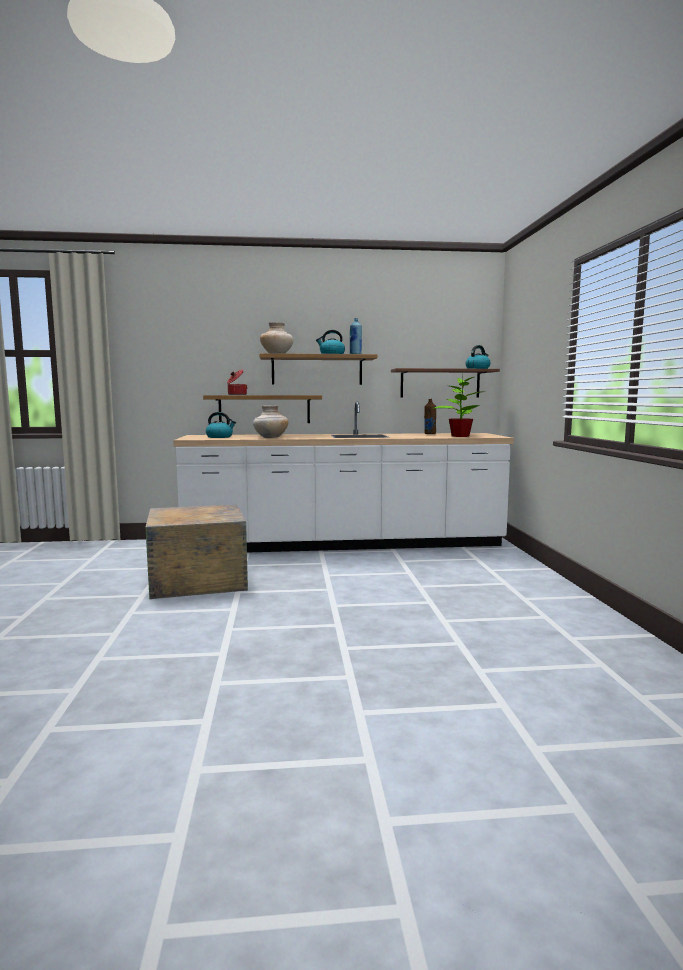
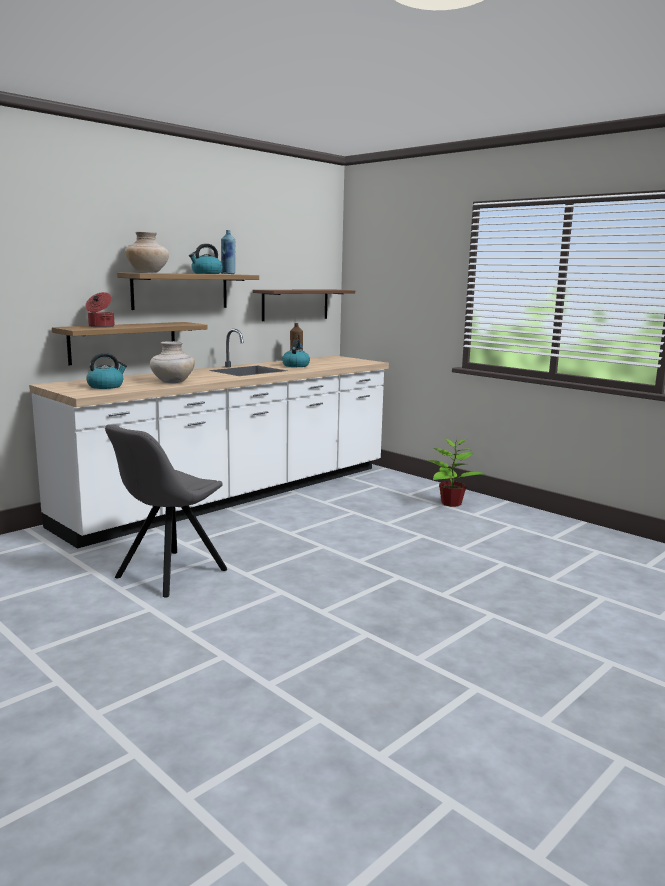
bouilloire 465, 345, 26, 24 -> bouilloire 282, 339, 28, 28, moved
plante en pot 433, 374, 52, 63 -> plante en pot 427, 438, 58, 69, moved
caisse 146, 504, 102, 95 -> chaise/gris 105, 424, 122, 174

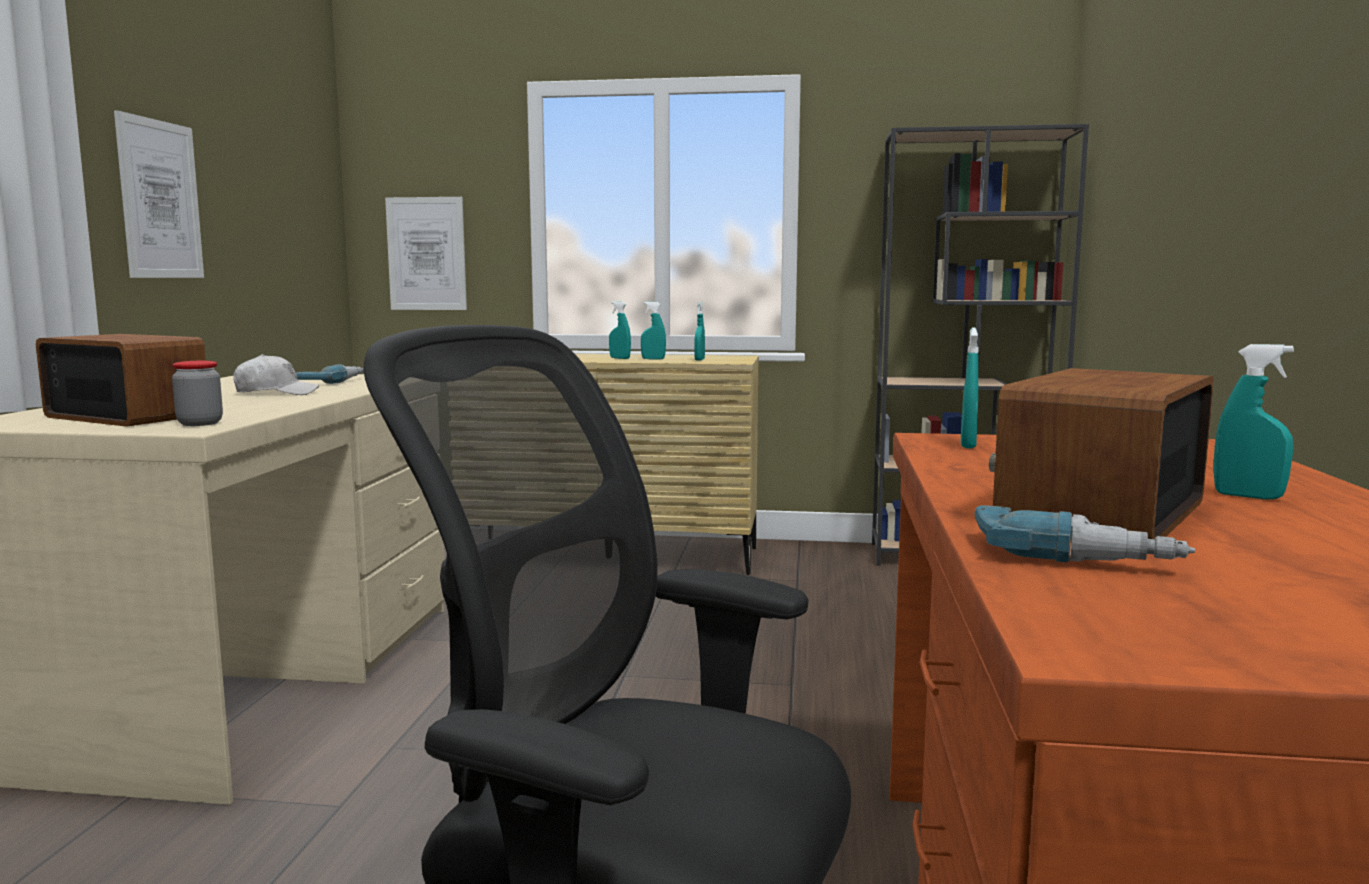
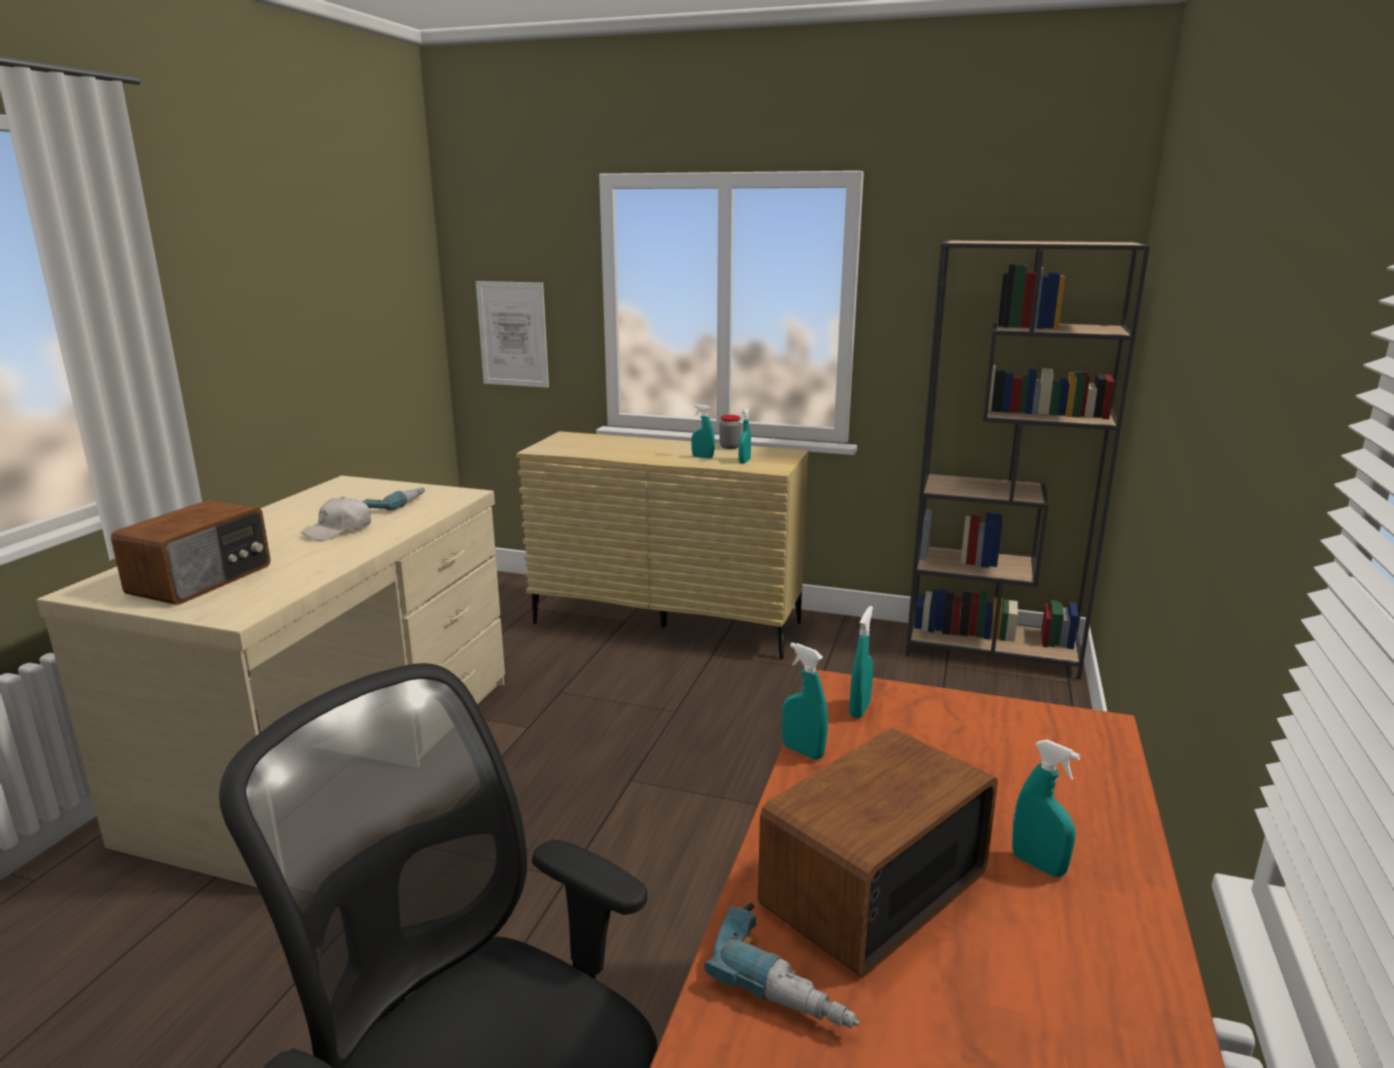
tableau 114, 110, 90, 168 -> none
vaporisateur/turquoise 609, 301, 22, 58 -> vaporisateur/turquoise 782, 642, 46, 118, moved
radio 36, 334, 170, 93 -> radio 111, 500, 159, 105, 75 degrees clockwise
casquette/blanc 233, 354, 87, 41 -> casquette/blanc 301, 497, 70, 44, 135 degrees clockwise
bocal 172, 361, 51, 65 -> bocal 719, 415, 22, 34, moved

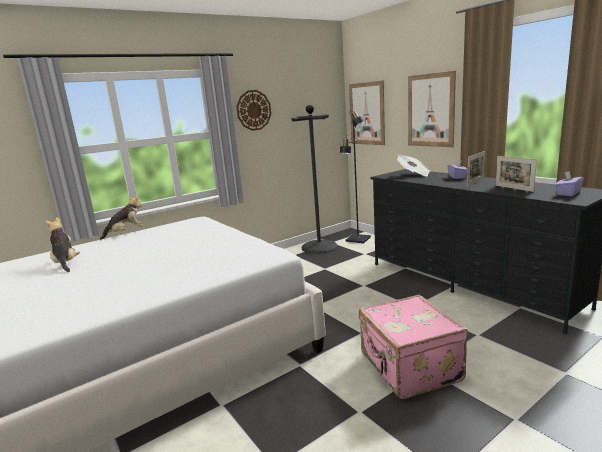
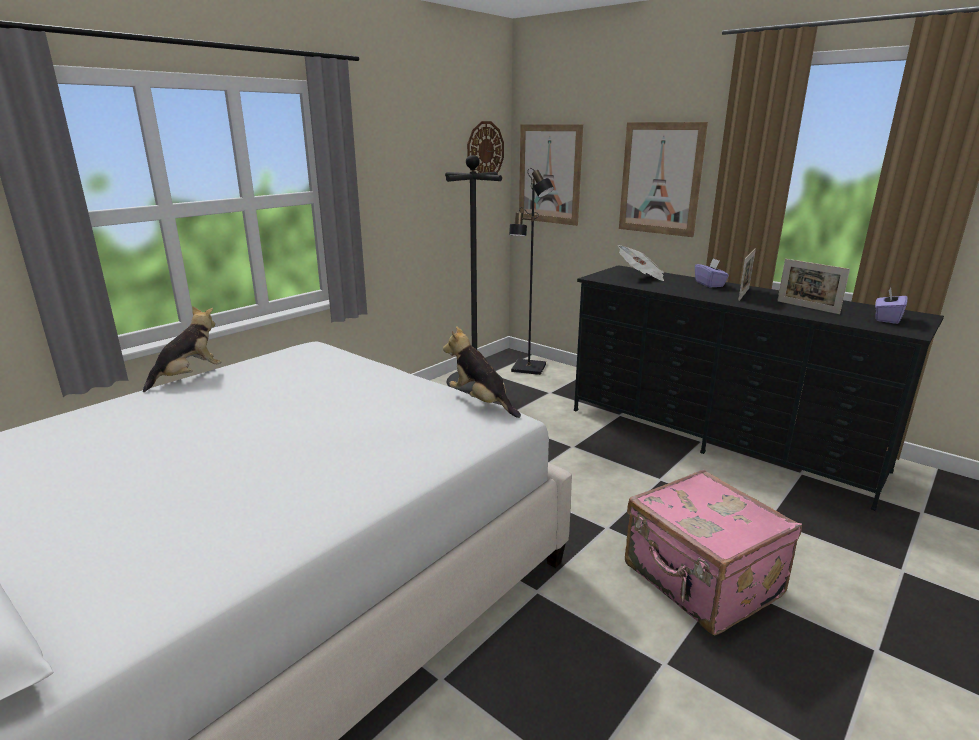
horloge murale 236, 90, 35, 41 -> horloge murale 467, 121, 37, 52, moved
peluche 45, 218, 35, 54 -> peluche 443, 326, 78, 92, moved

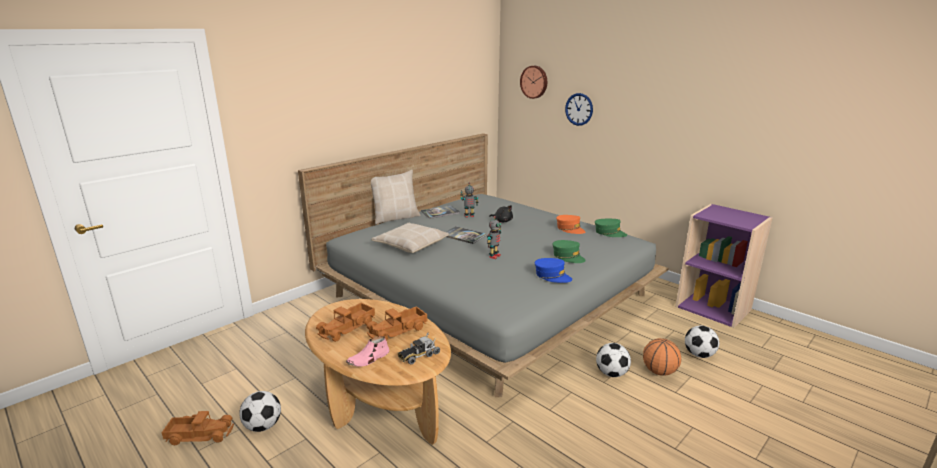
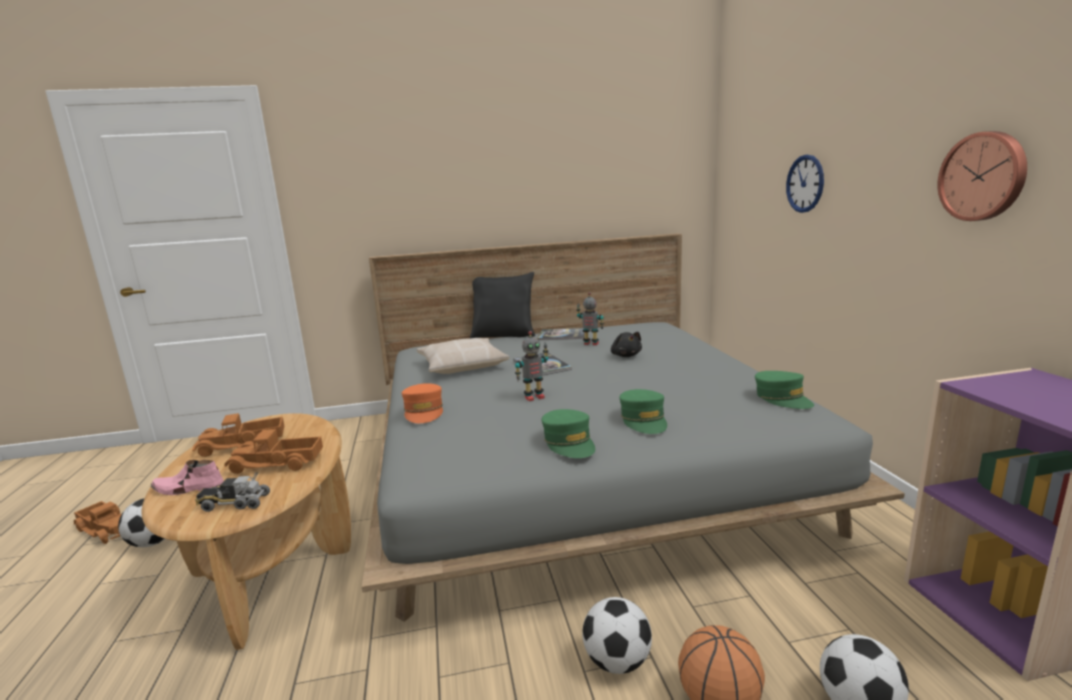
horloge murale 520, 66, 27, 33 -> horloge murale 937, 131, 90, 90, moved
coussin/beige 371, 170, 50, 54 -> coussin/noir 470, 272, 65, 66
casquette/orange 556, 215, 29, 19 -> casquette/orange 402, 383, 41, 40, moved
casquette/bleu 535, 258, 37, 25 -> casquette/vert 542, 409, 53, 49

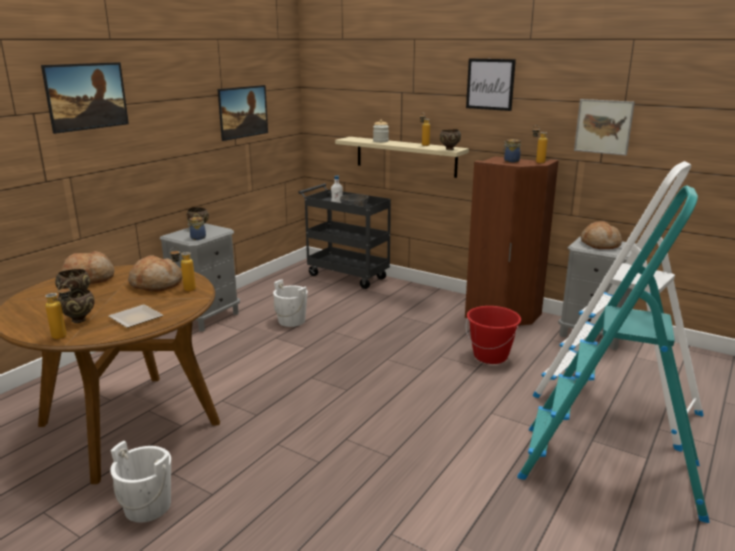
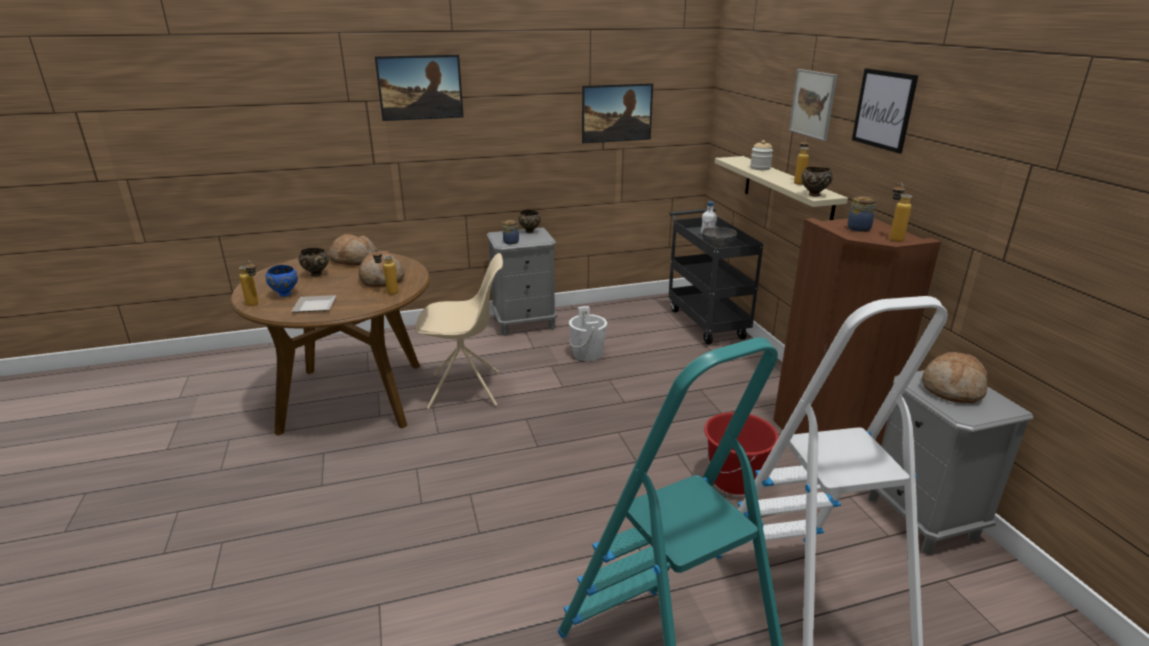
tableau 574, 99, 61, 57 -> tableau 789, 69, 48, 72, moved
bol/marron 57, 288, 38, 35 -> bol/bleu 266, 265, 32, 32
seau/blanc 110, 441, 61, 81 -> none
none -> chaise/beige 415, 253, 88, 157

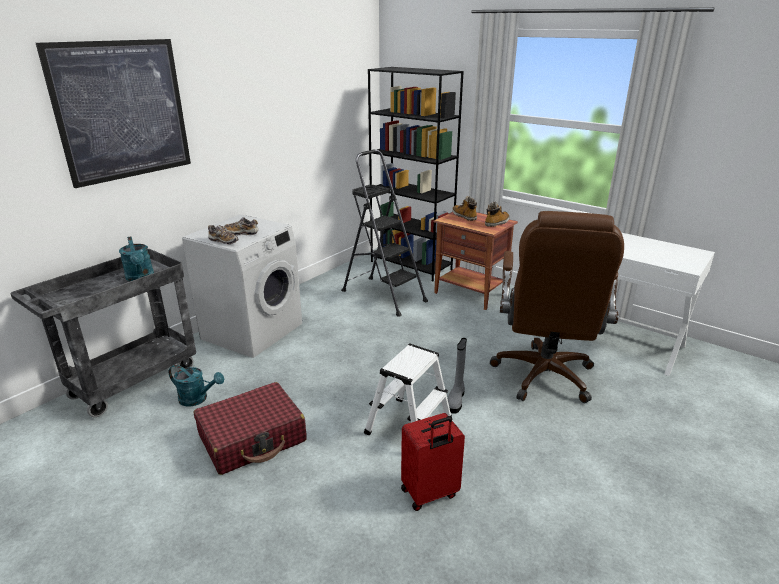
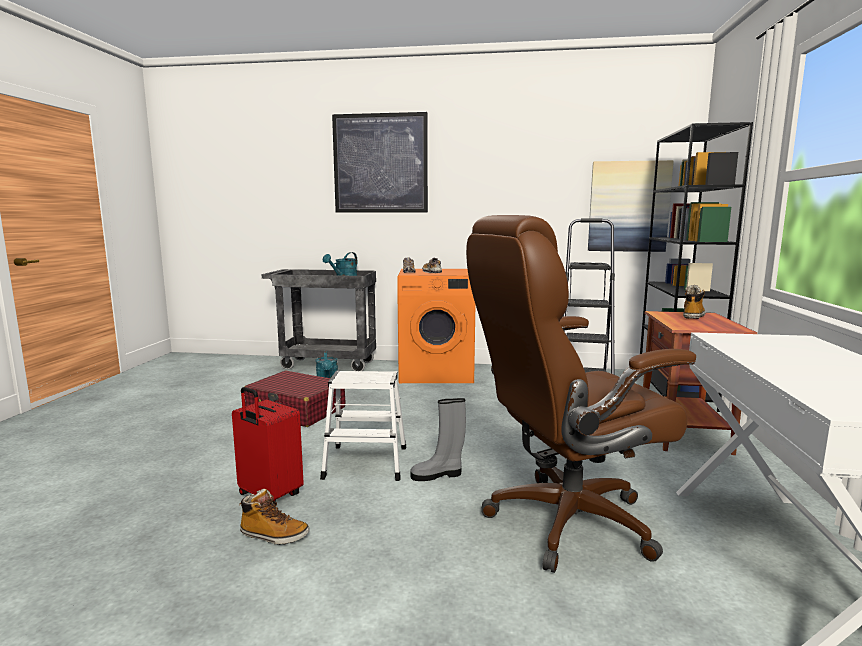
botte 485, 202, 24, 25 -> botte 239, 489, 70, 56, moved
lave-linge/blanc 182, 214, 120, 144 -> lave-linge/orange 397, 269, 79, 114
none -> tableau 588, 160, 86, 92

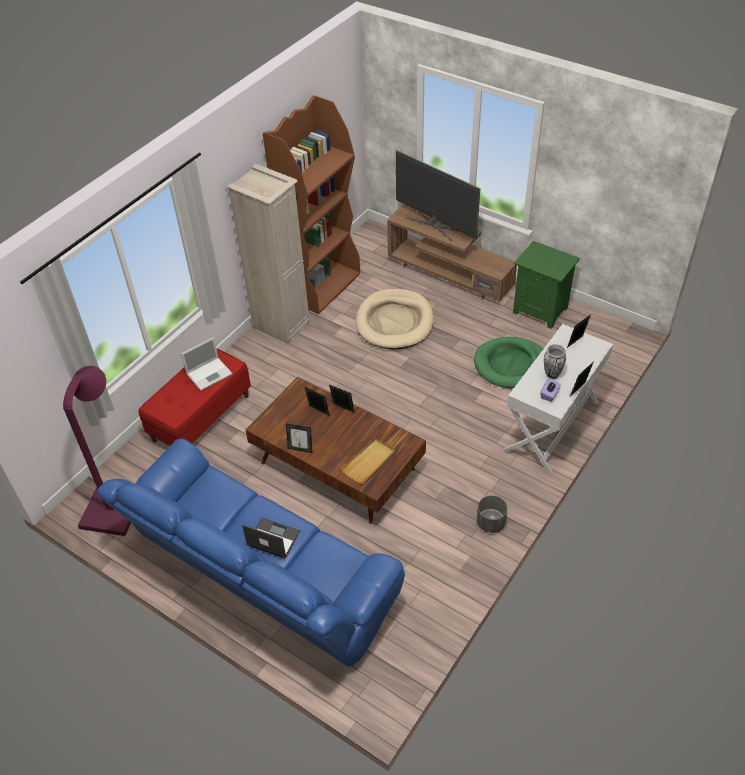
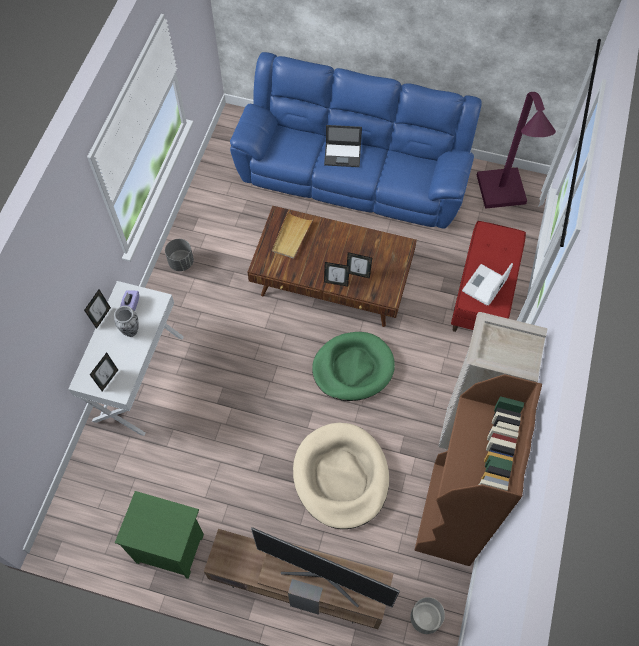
panier pour chien/vert 474, 337, 69, 51 -> panier pour chien/vert 312, 332, 83, 69, moved
cadre photo 286, 423, 26, 30 -> none
none -> cache-pot/gris 410, 597, 35, 37

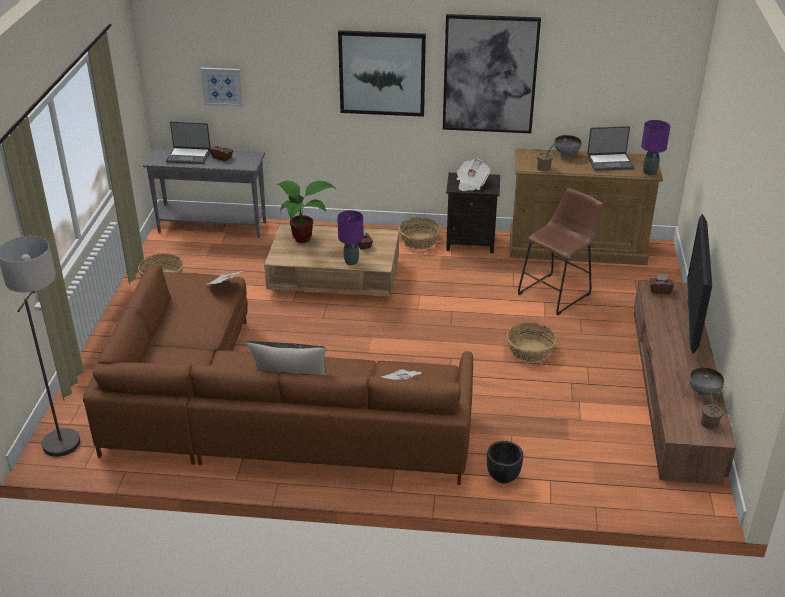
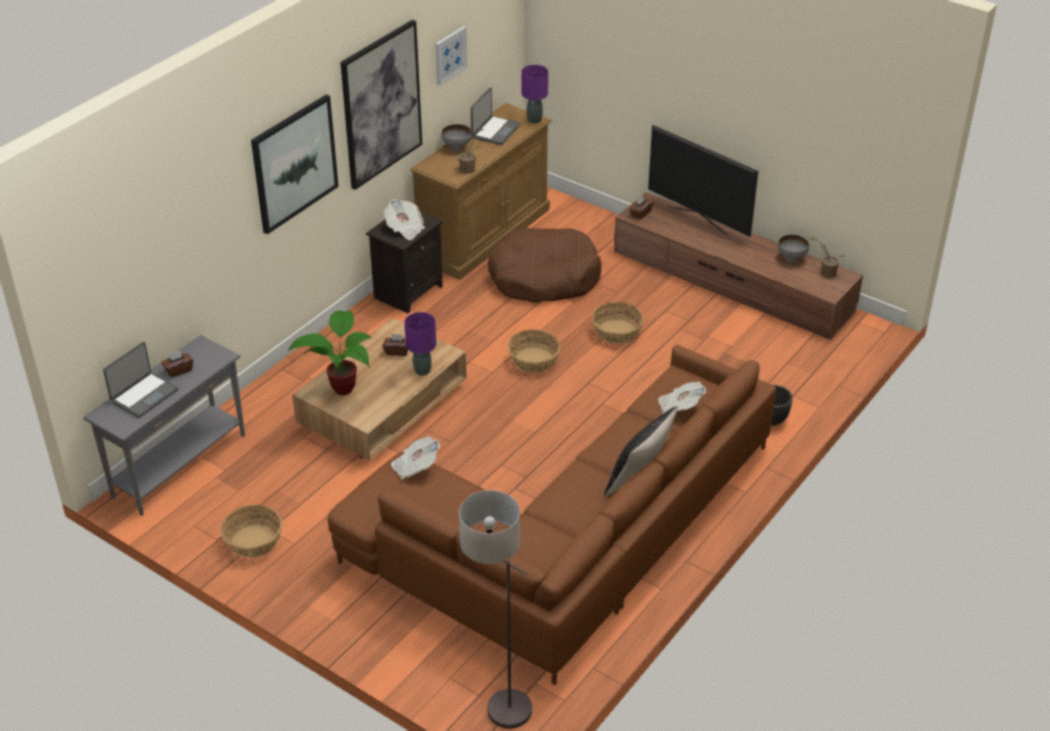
tableau 201, 68, 42, 39 -> tableau 435, 26, 33, 59, moved
tabouret/marron 518, 188, 85, 127 -> panier pour chien/marron 488, 228, 113, 75
panier 399, 217, 42, 32 -> panier 507, 330, 53, 43, moved

